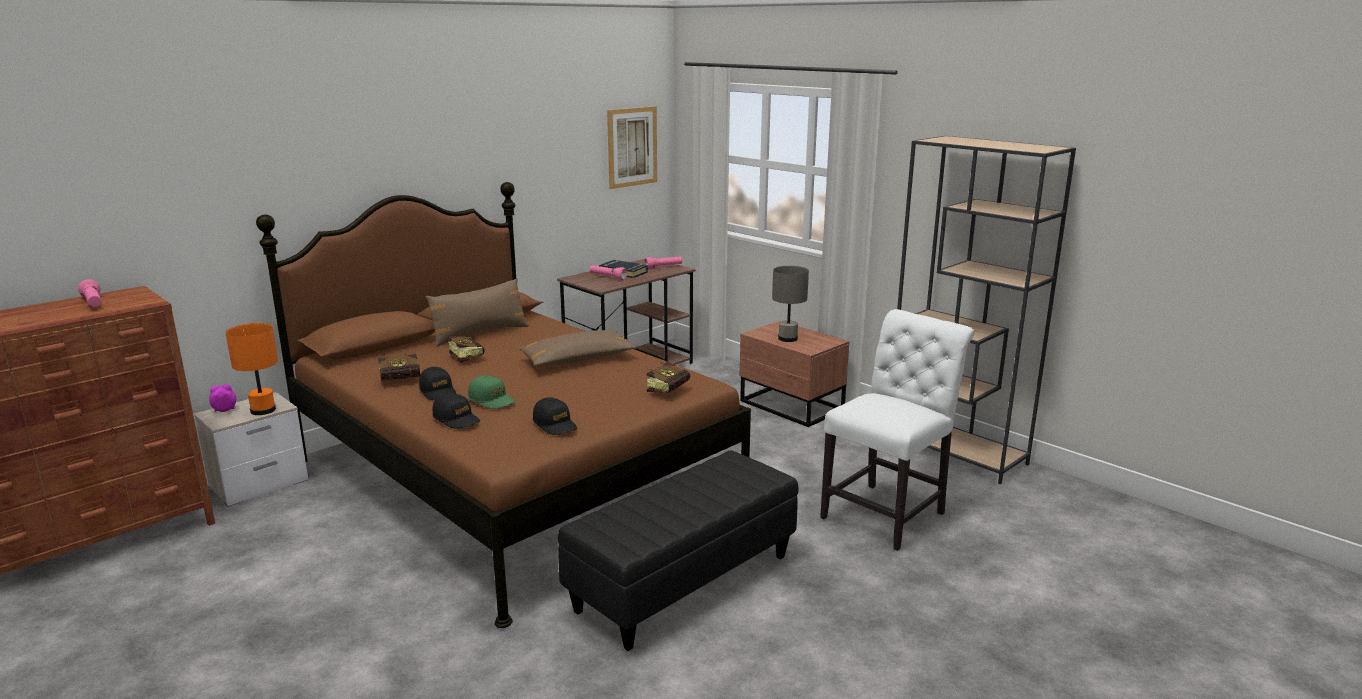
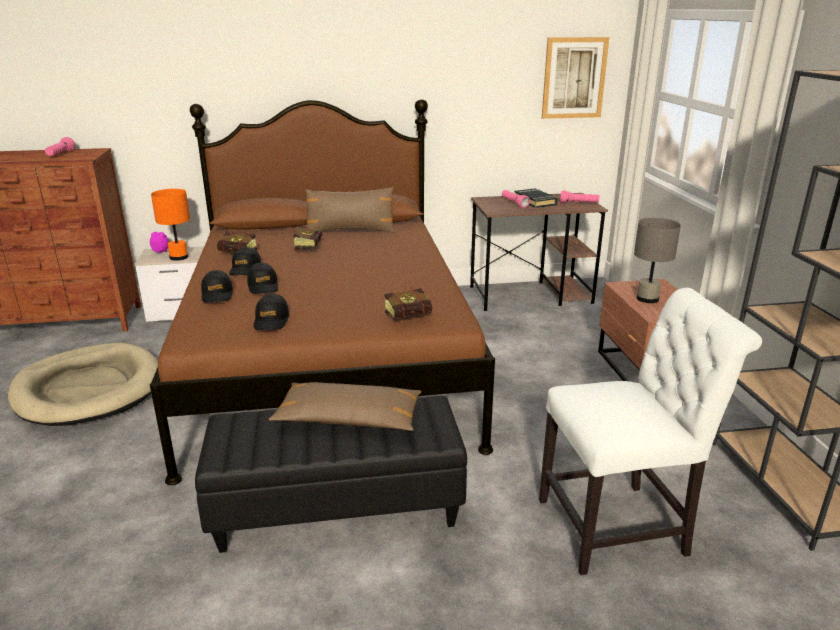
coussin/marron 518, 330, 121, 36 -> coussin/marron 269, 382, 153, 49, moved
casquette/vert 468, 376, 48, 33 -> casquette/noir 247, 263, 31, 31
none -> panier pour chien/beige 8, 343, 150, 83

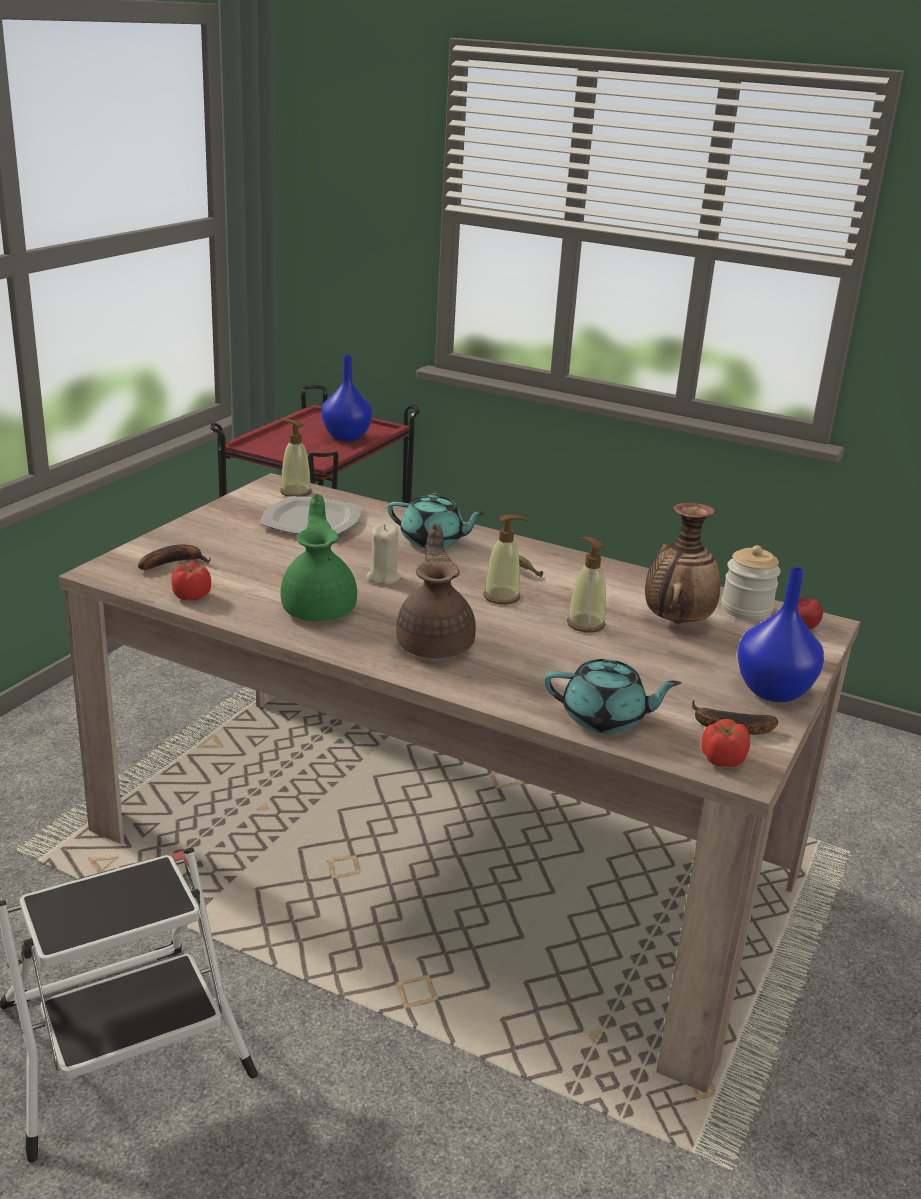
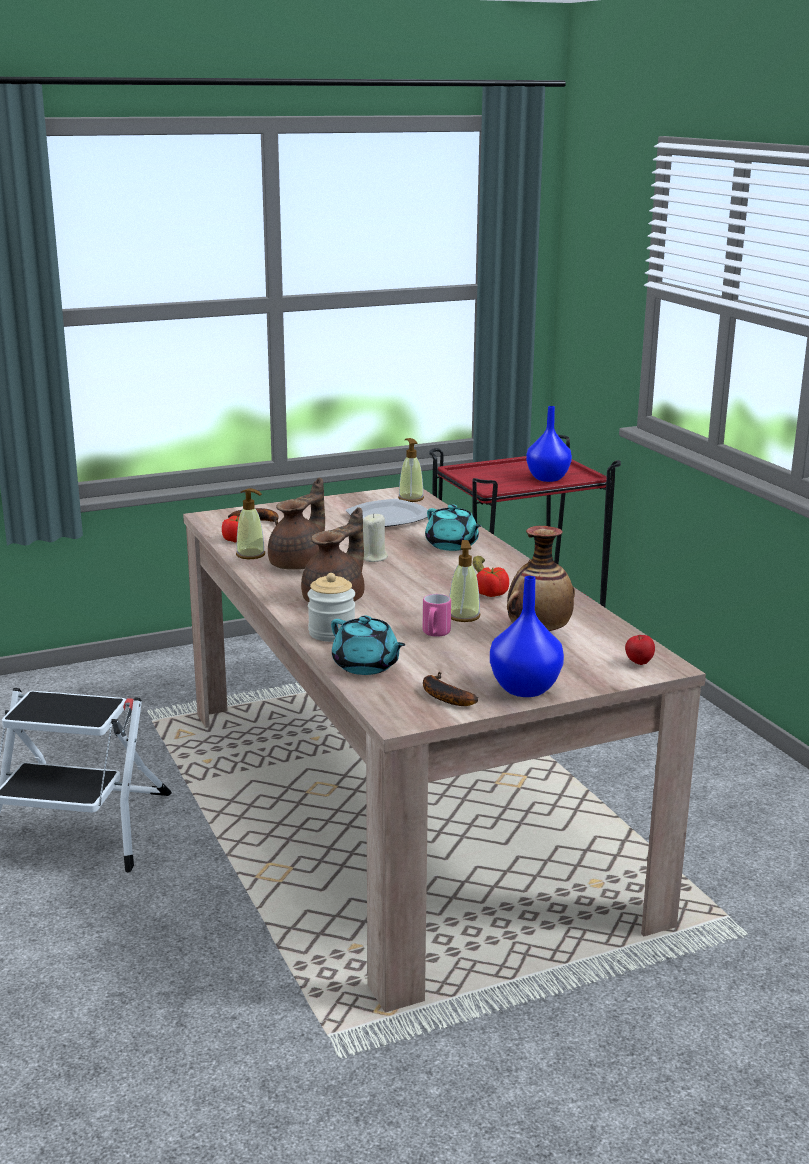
théière/vert 280, 494, 77, 127 -> théière/marron 268, 478, 57, 92
distributeur de savon 483, 514, 45, 90 -> distributeur de savon 236, 488, 29, 71, moved
bocal 721, 545, 60, 75 -> bocal 307, 573, 48, 69, moved
tomate 701, 719, 49, 48 -> tomate 477, 567, 32, 30, moved
none -> mug/rose 423, 594, 28, 43

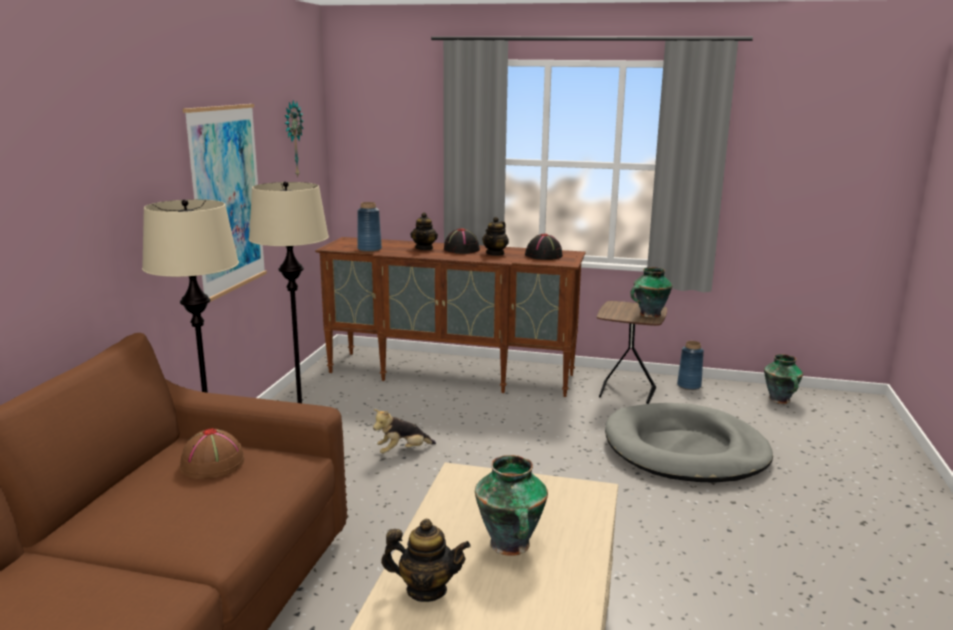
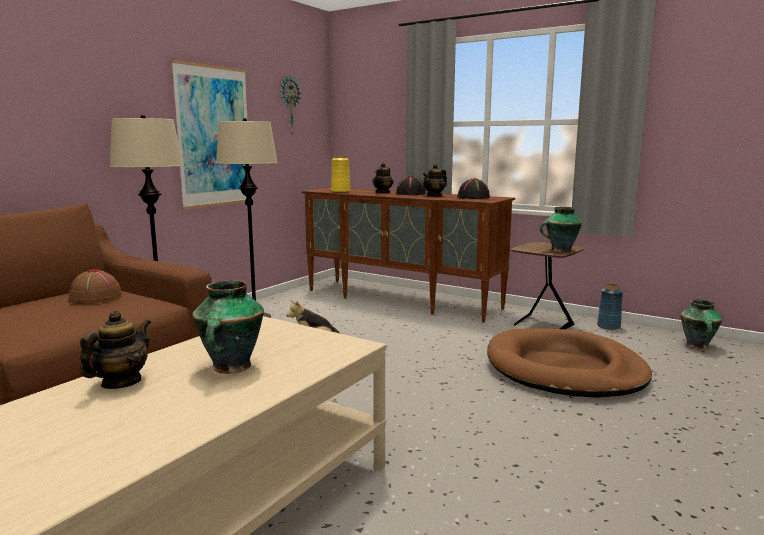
vase/bleu 357, 202, 25, 50 -> vase/jaune 331, 154, 19, 39
panier pour chien/gris 605, 403, 168, 80 -> panier pour chien/marron 487, 328, 165, 70
théière 381, 519, 90, 83 -> théière 80, 310, 71, 79, 90 degrees counterclockwise

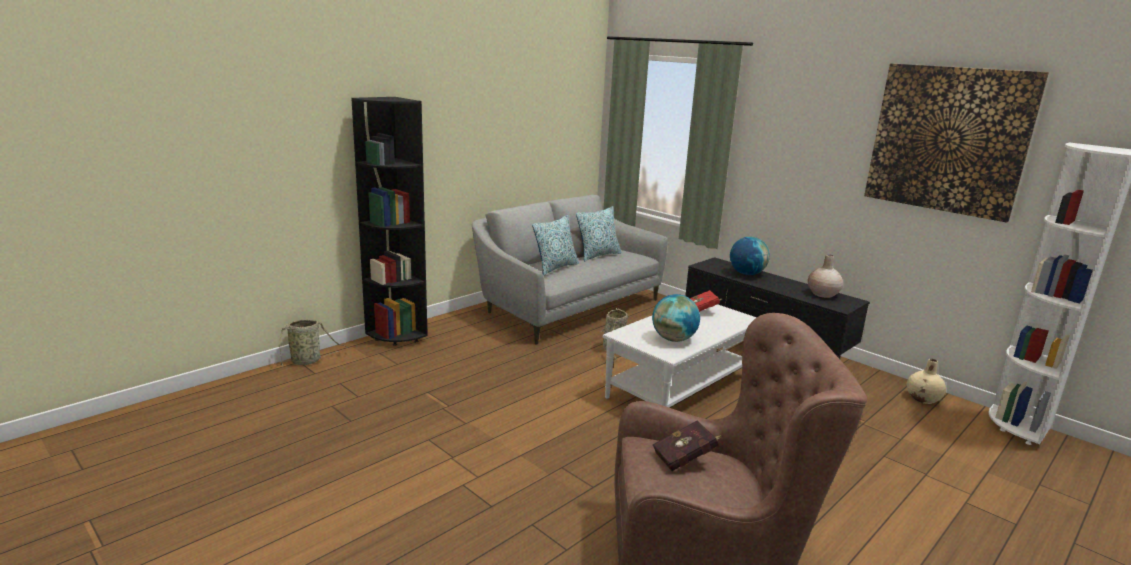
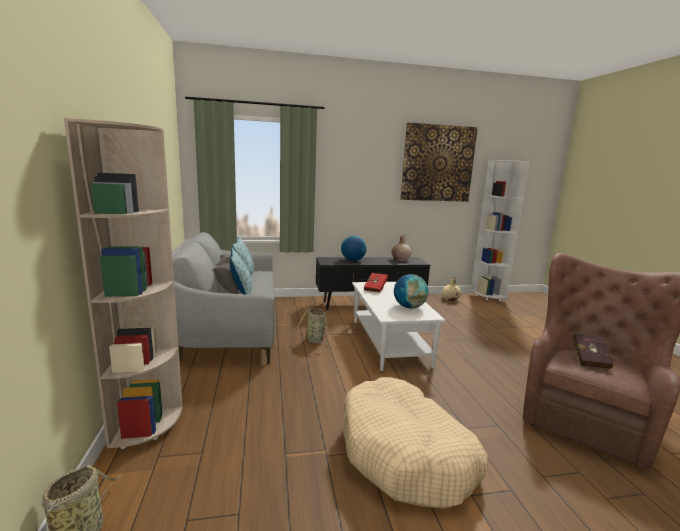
bibliothèque/noir 351, 97, 77, 249 -> bibliothèque/beige 64, 118, 119, 331
none -> panier pour chien/beige 344, 377, 144, 132

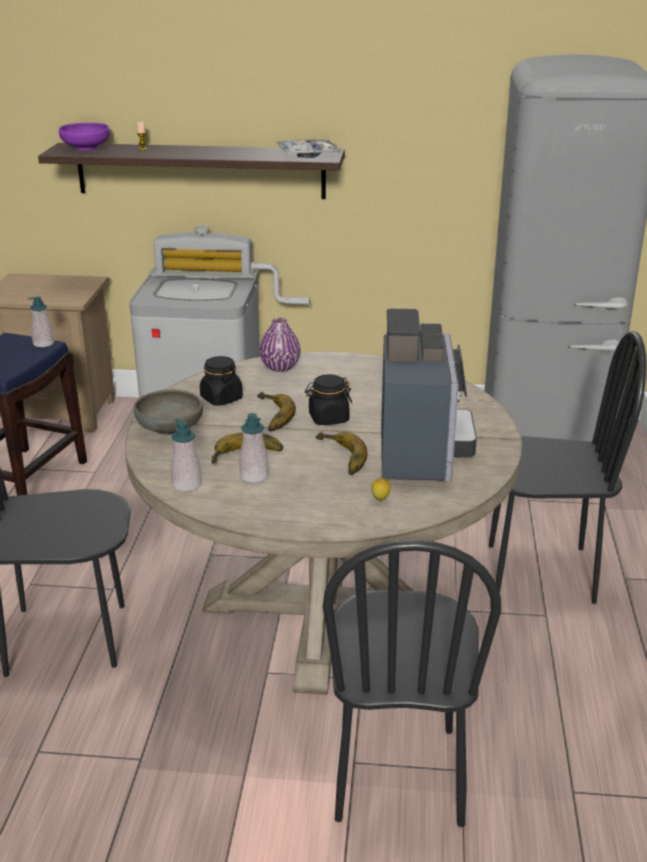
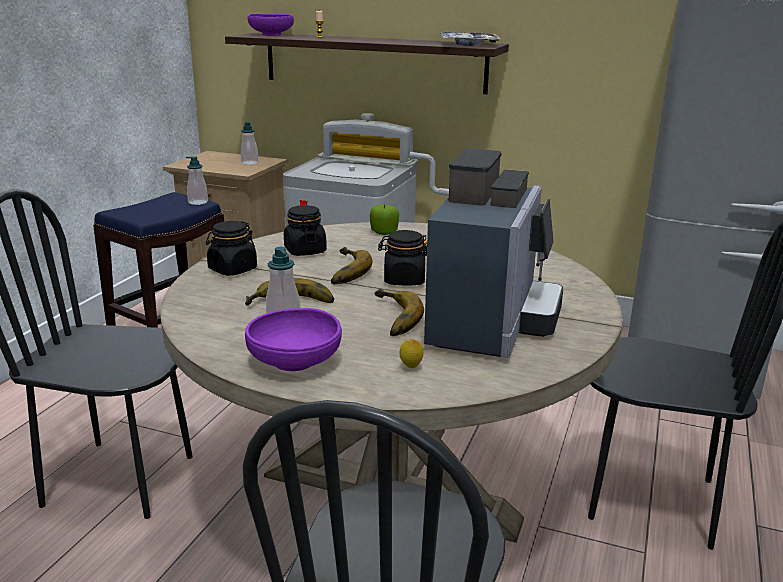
vase/violet 260, 318, 40, 54 -> pomme 370, 204, 29, 31
bol/gris 134, 389, 69, 46 -> bocal/noir 206, 221, 51, 55
distributeur de savon 171, 418, 31, 74 -> distributeur de savon 241, 121, 18, 44, moved
none -> bol/violet 245, 308, 97, 63

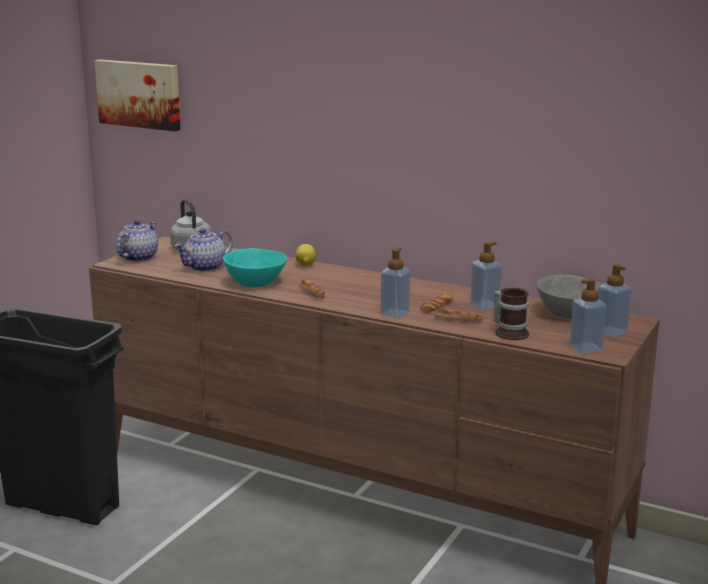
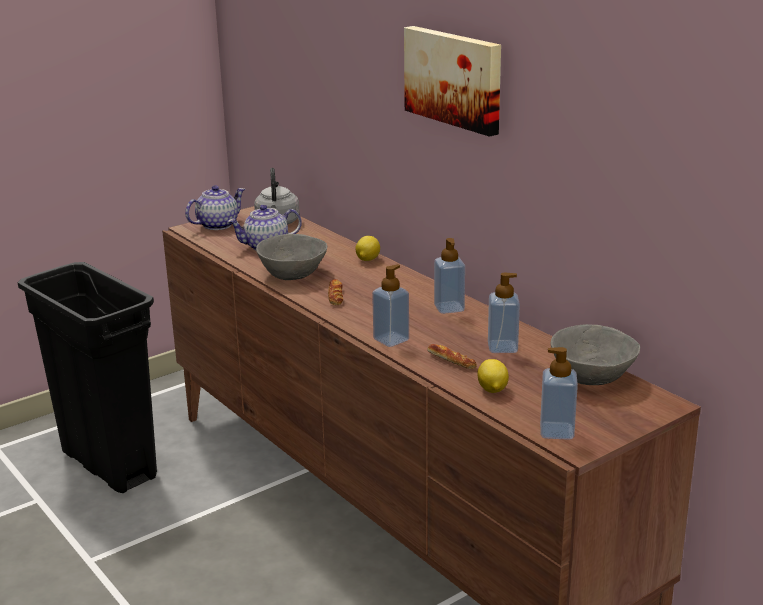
tableau 94, 59, 87, 72 -> tableau 404, 26, 97, 111, moved
bol/turquoise 223, 248, 64, 40 -> bol/gris 256, 234, 71, 46
distributeur de savon 598, 264, 34, 73 -> distributeur de savon 434, 238, 31, 76, moved
mug 494, 288, 35, 52 -> citron 477, 359, 32, 34
pain 420, 293, 34, 19 -> none

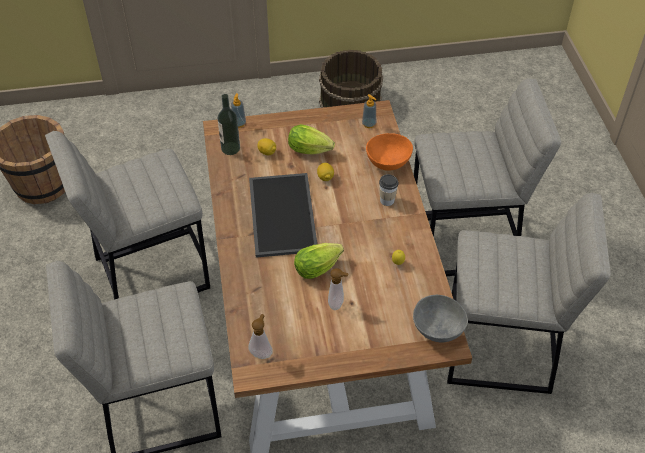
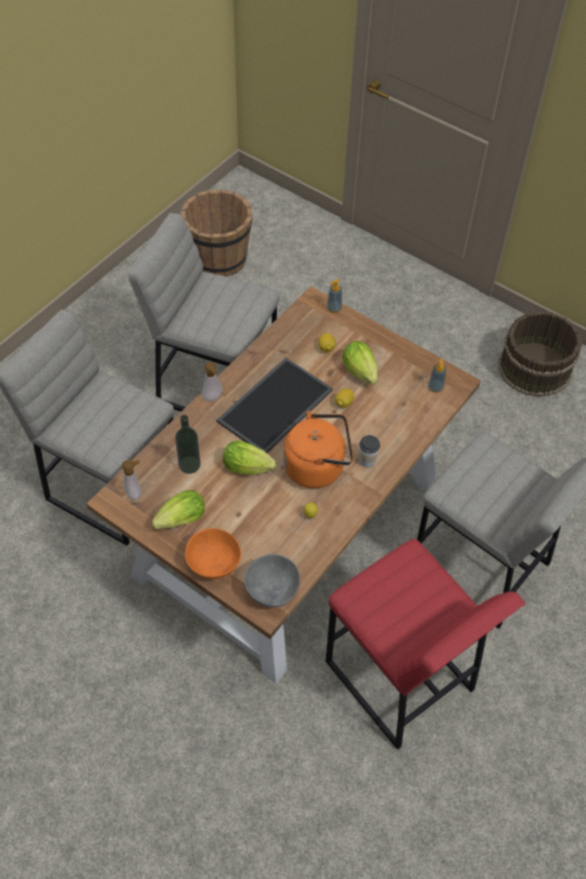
bouteille 217, 94, 23, 61 -> bouteille 175, 415, 26, 59, moved
bol/orange 366, 133, 47, 38 -> bol/orange 185, 528, 56, 51, moved
chaise/gris 447, 193, 164, 201 -> chaise/rouge 326, 539, 200, 211
distributeur de savon 328, 268, 21, 42 -> distributeur de savon 202, 362, 21, 39, moved
none -> bouilloire/orange 283, 411, 70, 77
none -> laitue 152, 490, 53, 39

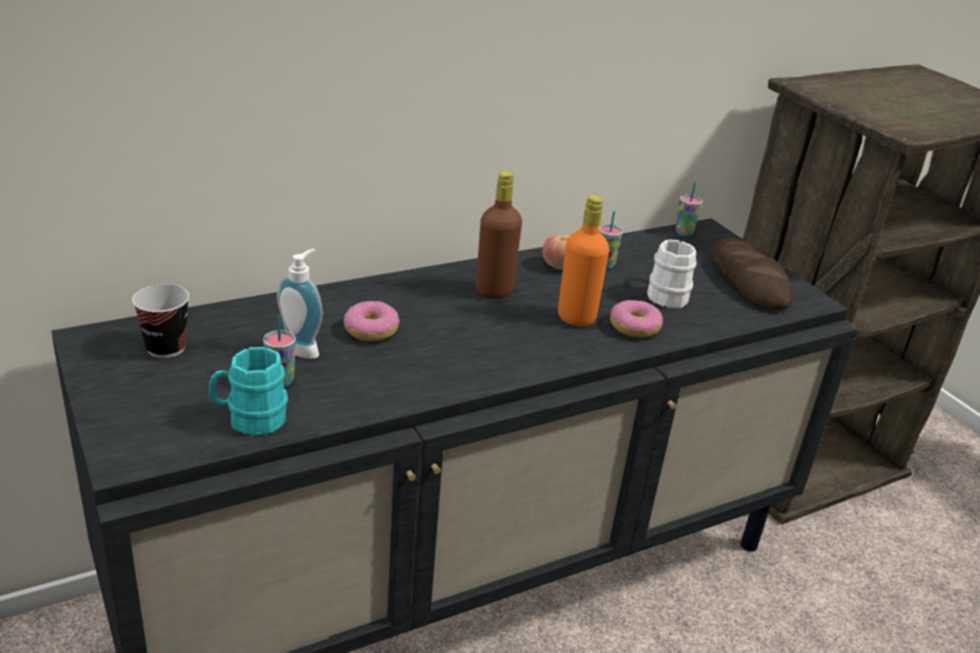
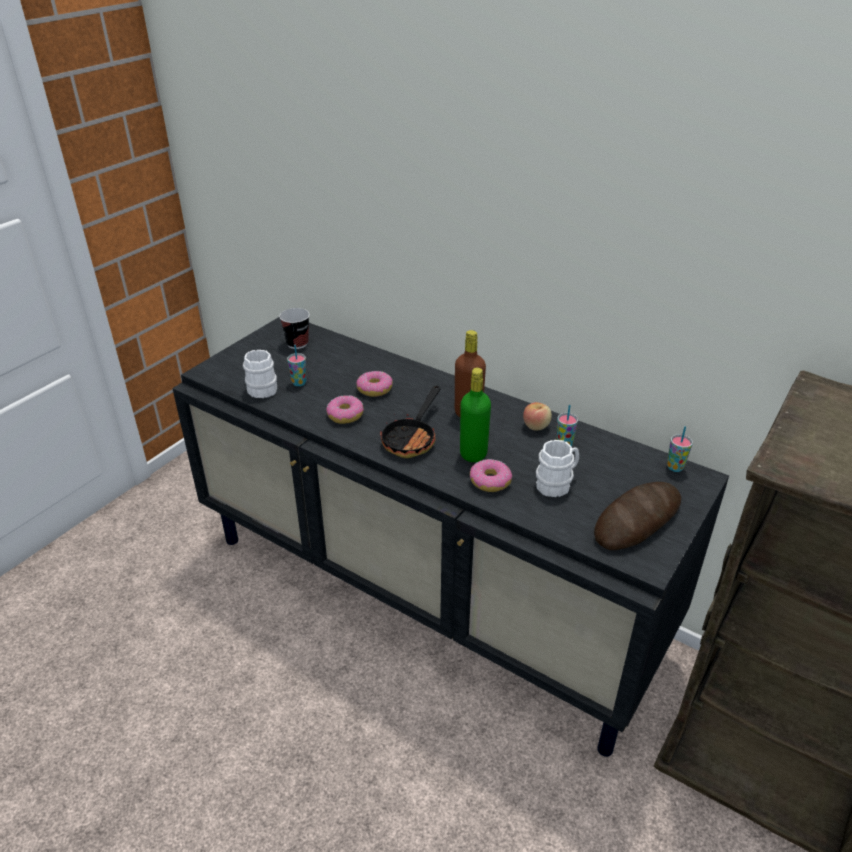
bouteille/orange 558, 195, 51, 131 -> bouteille/vert 460, 368, 31, 94
distributeur de savon 277, 249, 46, 110 -> none
mug/turquoise 209, 347, 79, 89 -> mug/blanc 243, 350, 34, 48
none -> poêle 380, 386, 60, 72
none -> beignet 326, 395, 38, 29

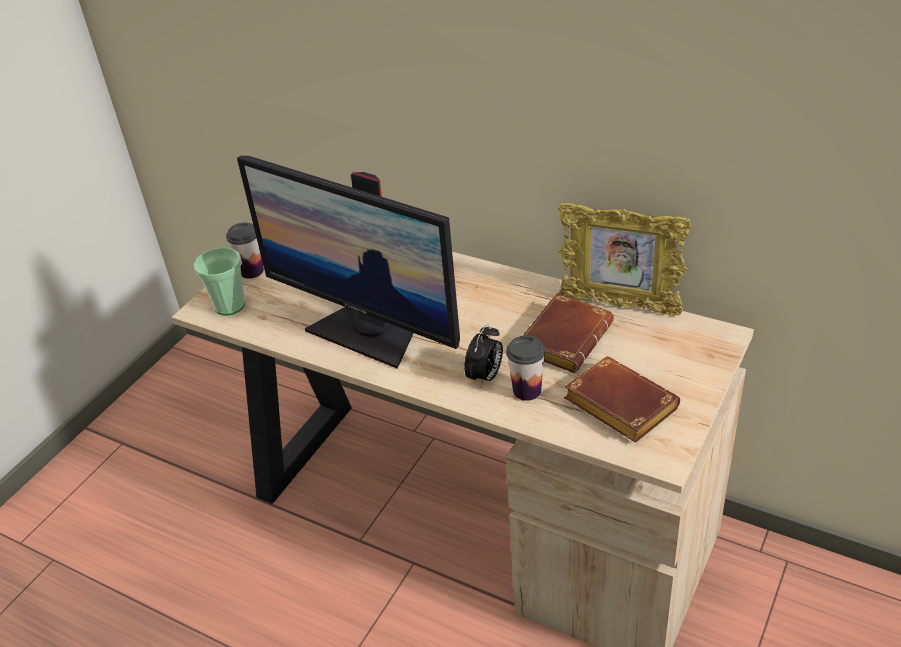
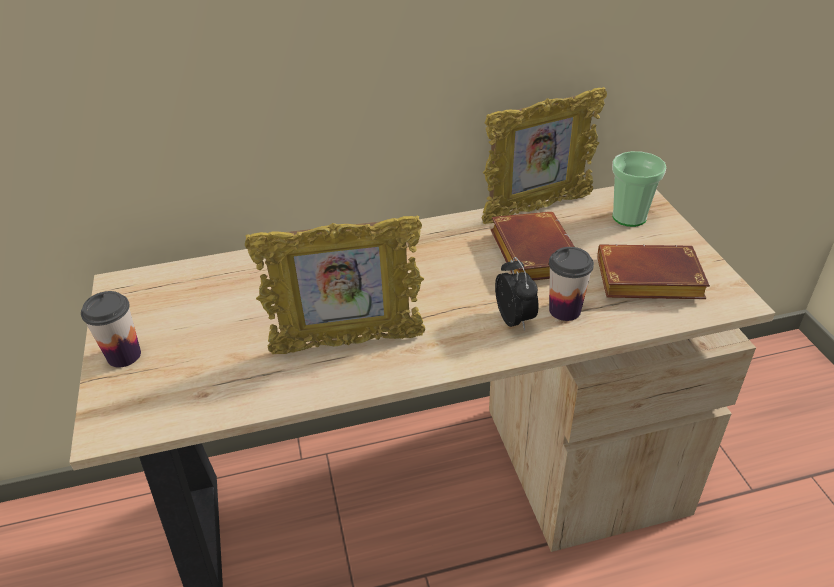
écran d'ordinateur 237, 156, 223, 213 -> cadre photo 245, 216, 180, 138
tasse 194, 248, 51, 67 -> tasse 612, 151, 54, 76, moved

